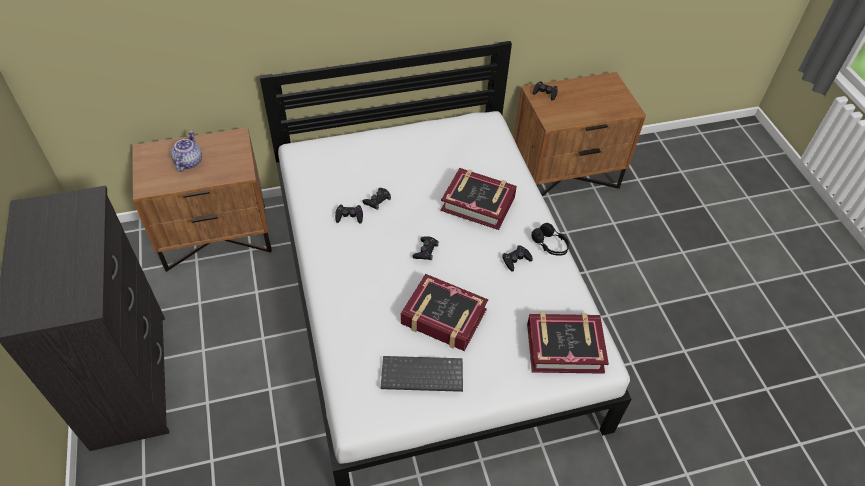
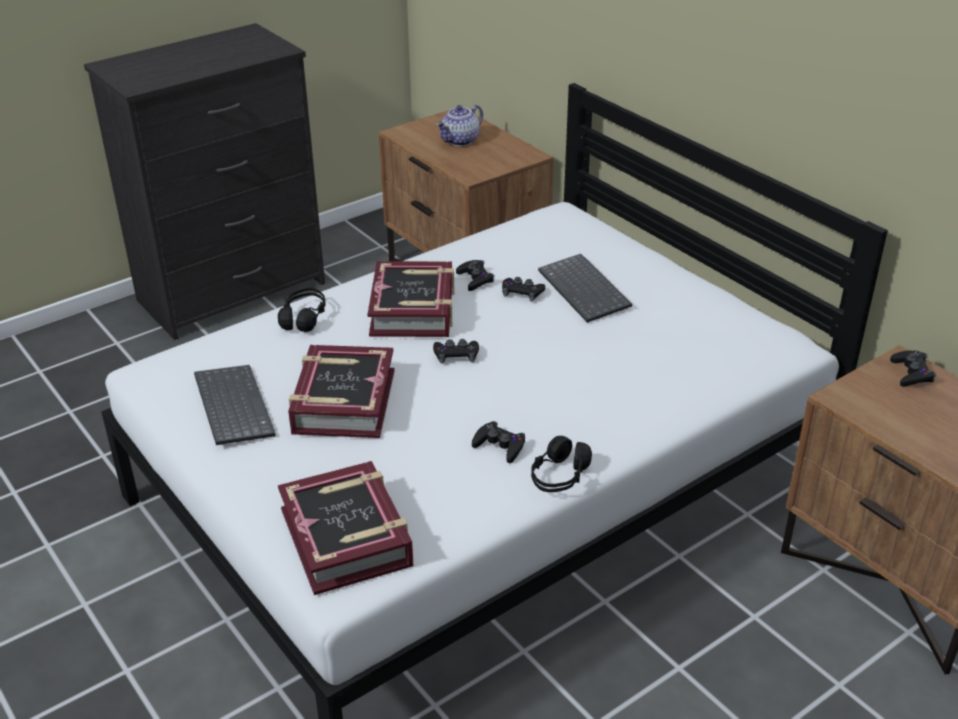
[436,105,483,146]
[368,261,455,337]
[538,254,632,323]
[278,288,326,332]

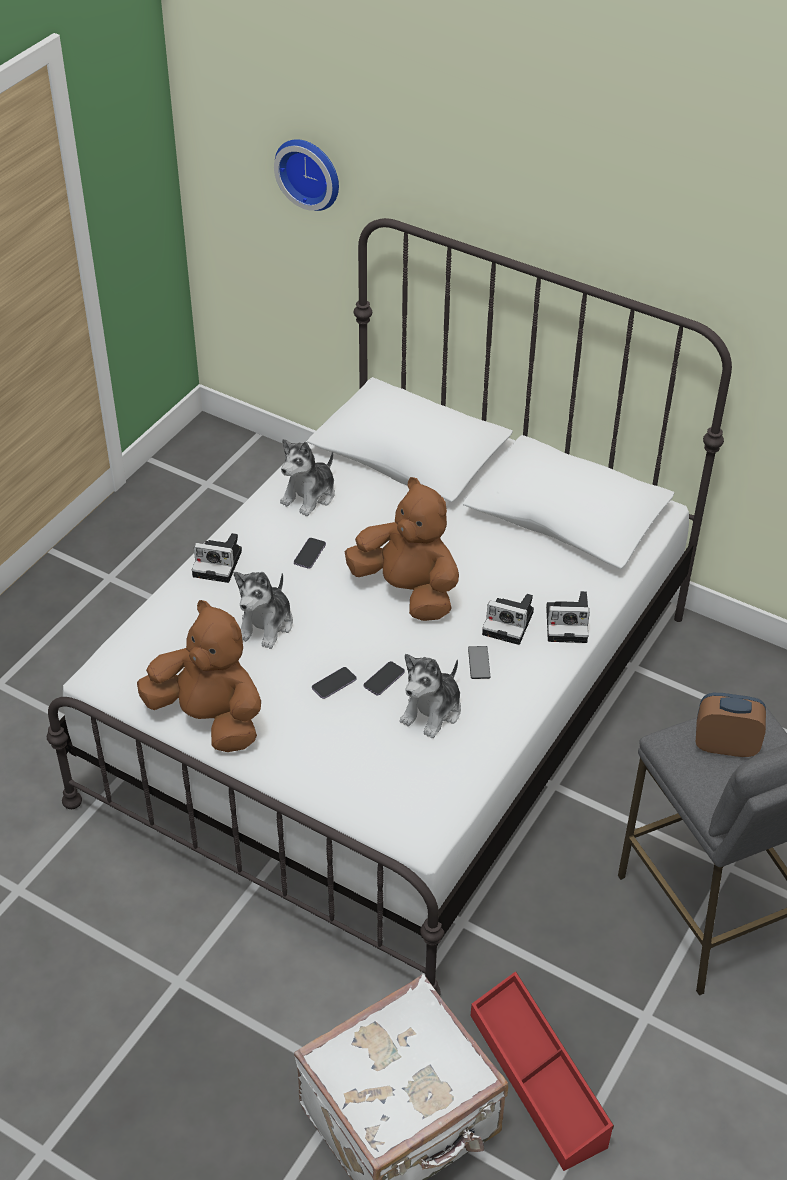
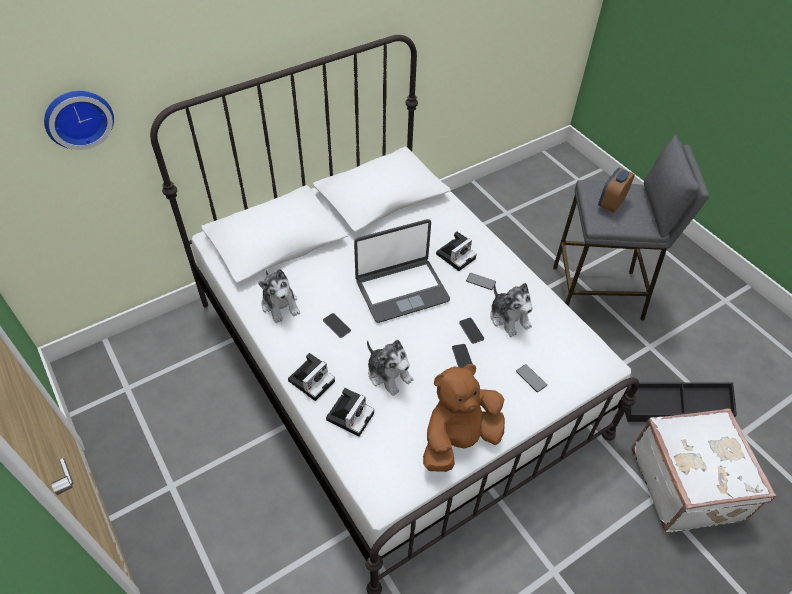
[354,219,450,323]
[326,388,374,437]
[625,382,737,422]
[516,364,547,392]

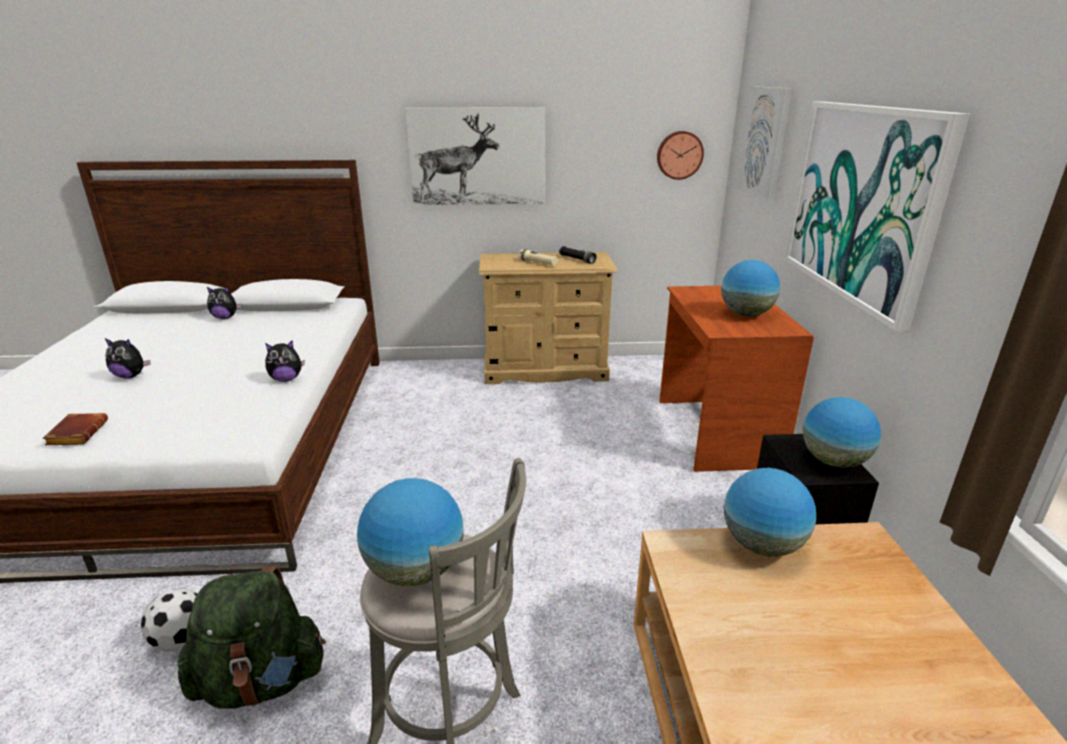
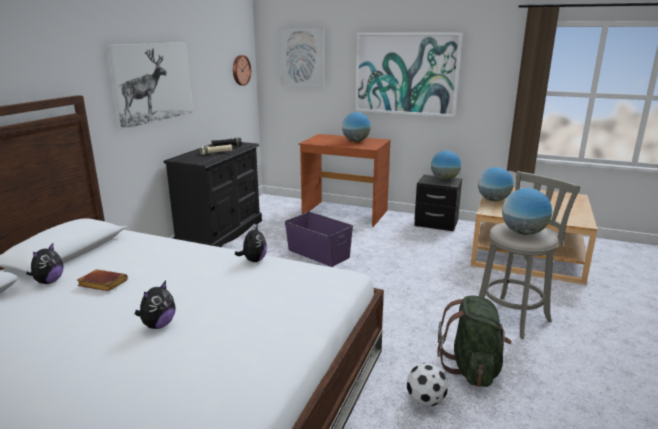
[164,142,262,247]
[77,269,128,291]
[285,212,353,267]

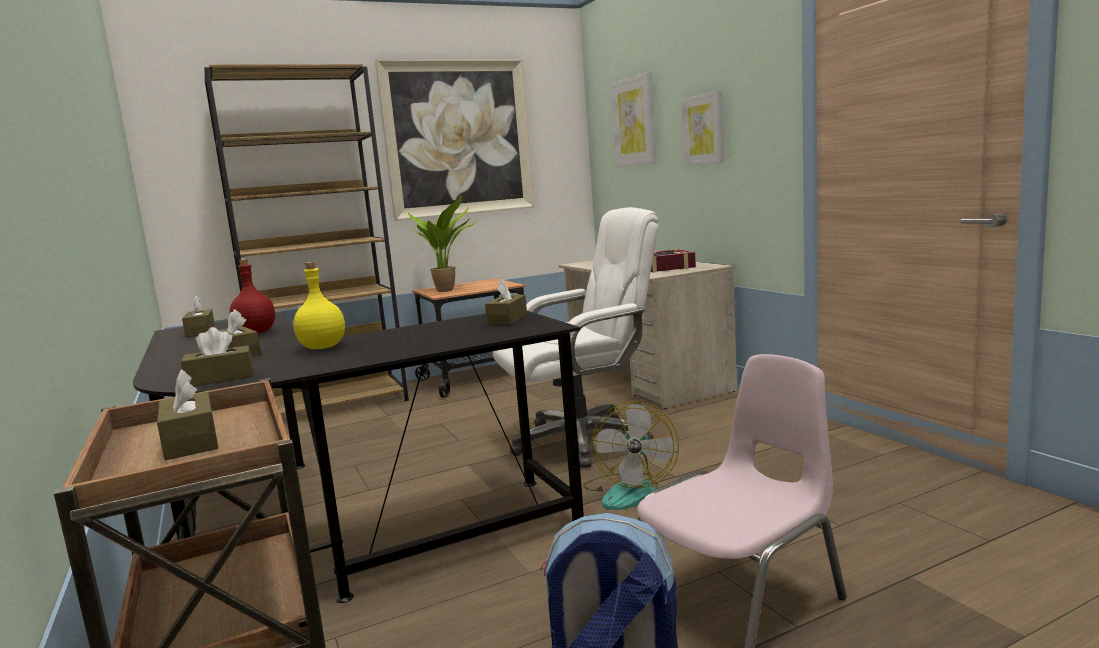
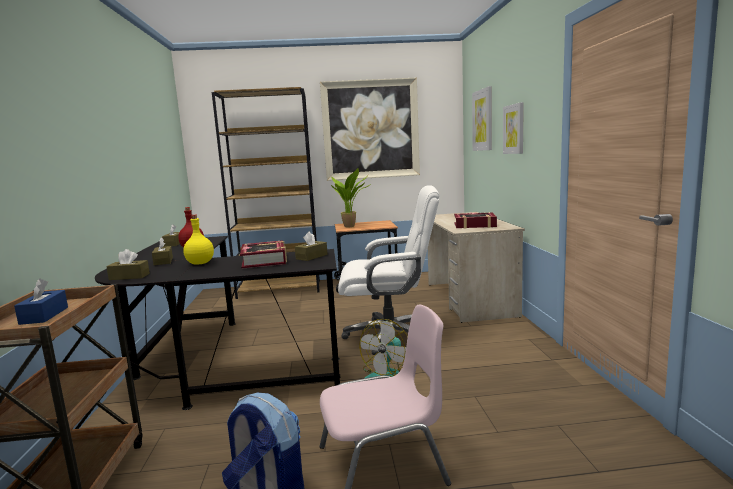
[14,279,68,325]
[240,240,287,269]

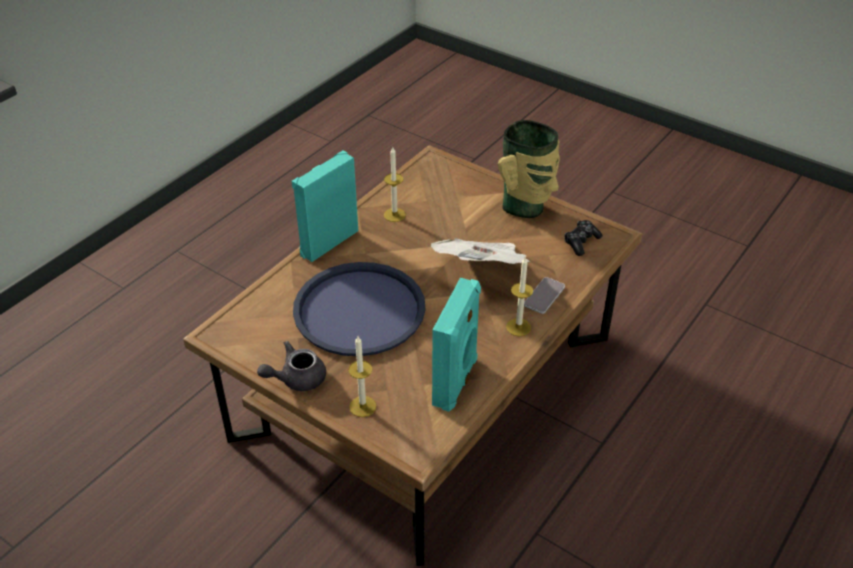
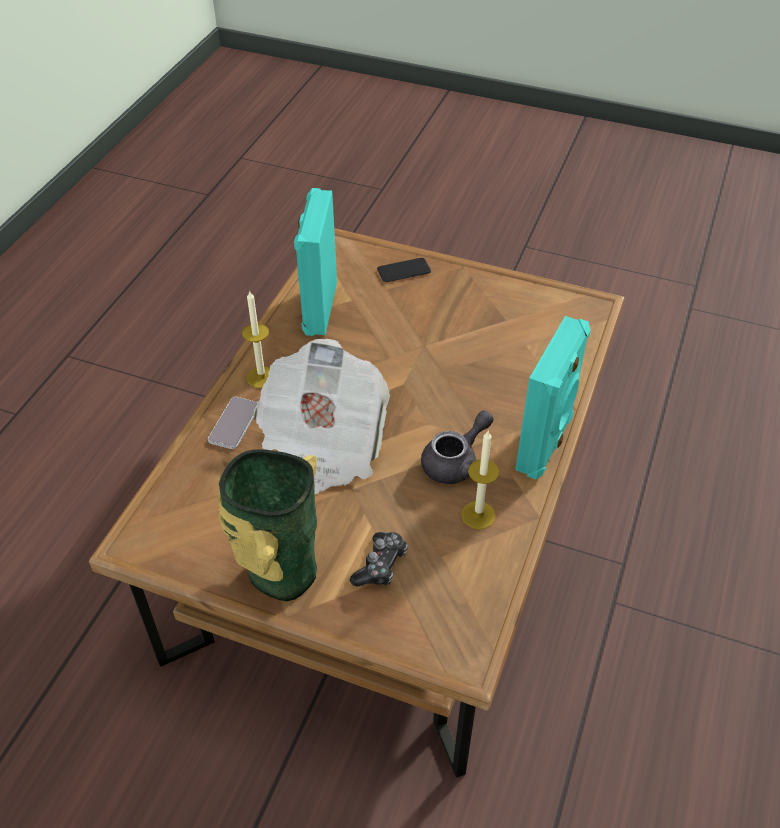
[350,532,408,587]
[293,262,425,356] (first image)
[377,258,431,282]
[421,410,494,484]

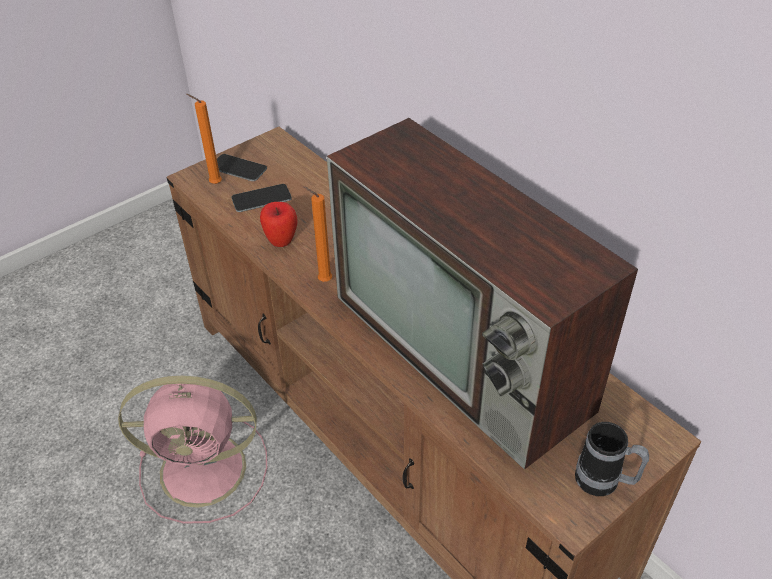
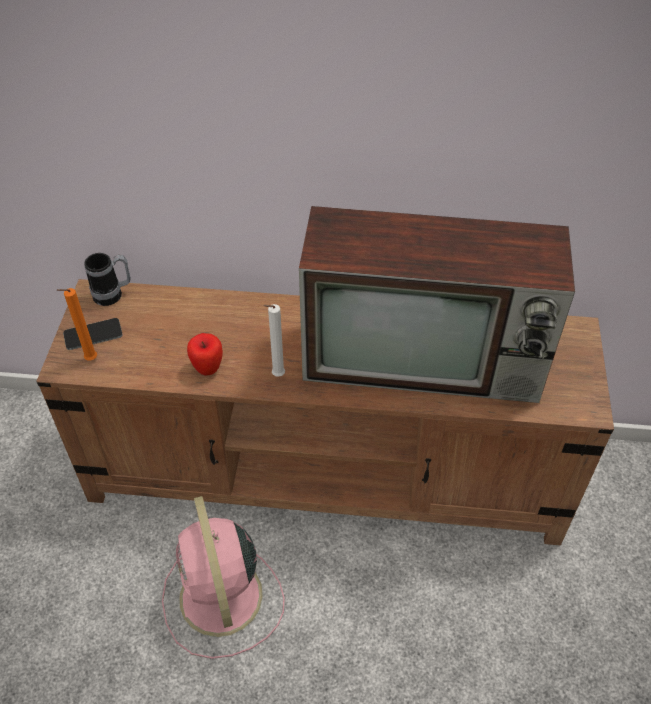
[232,184,292,212] (first image)
[263,304,285,377]
[162,496,285,659]
[84,253,131,306]

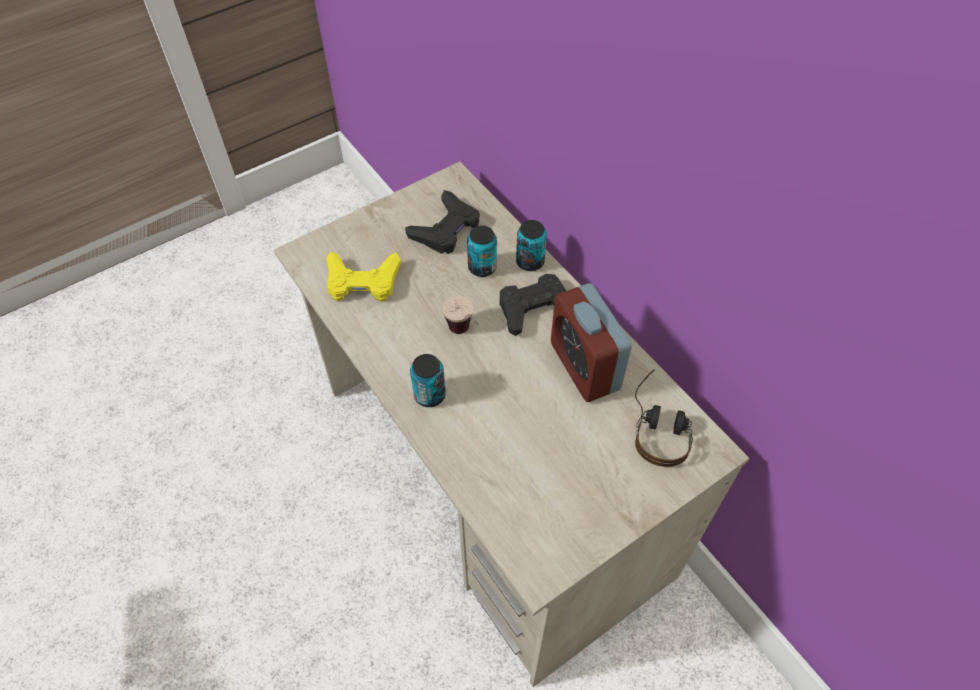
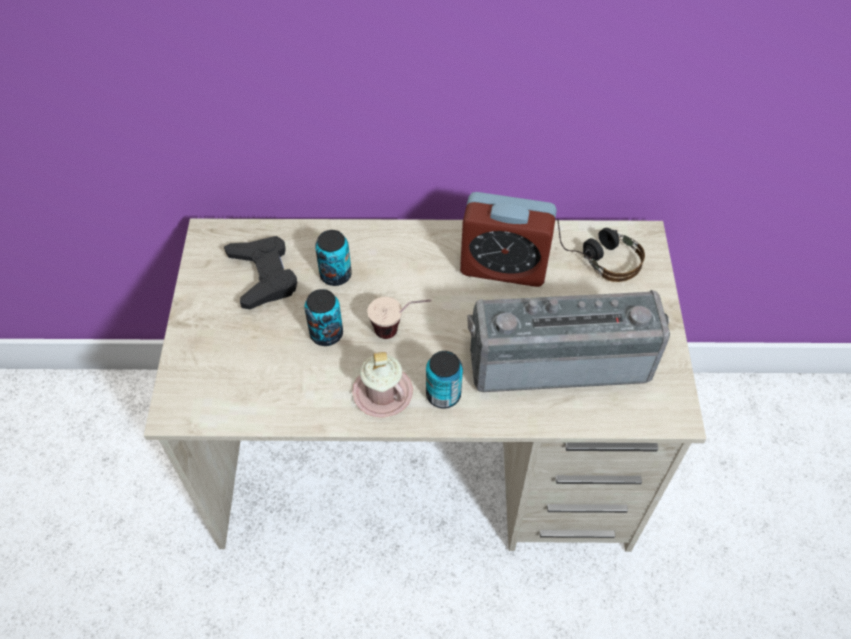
[304,289,343,346]
[326,252,401,302] (first image)
[500,274,566,336] (first image)
[467,290,670,392]
[352,352,413,417]

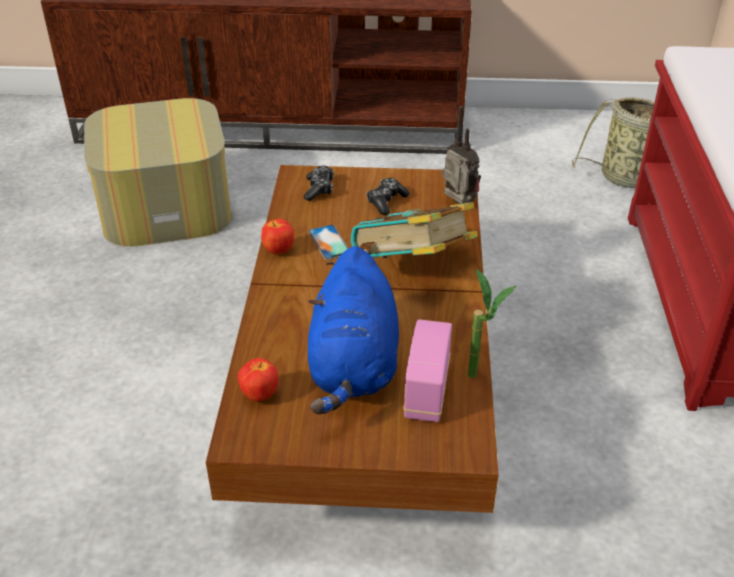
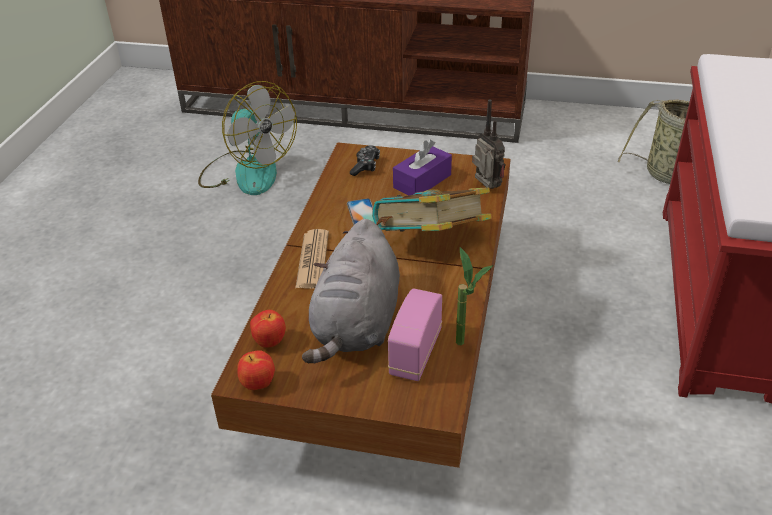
[198,81,297,195]
[393,140,452,195]
[237,350,275,390]
[302,219,400,363]
[295,229,329,288]

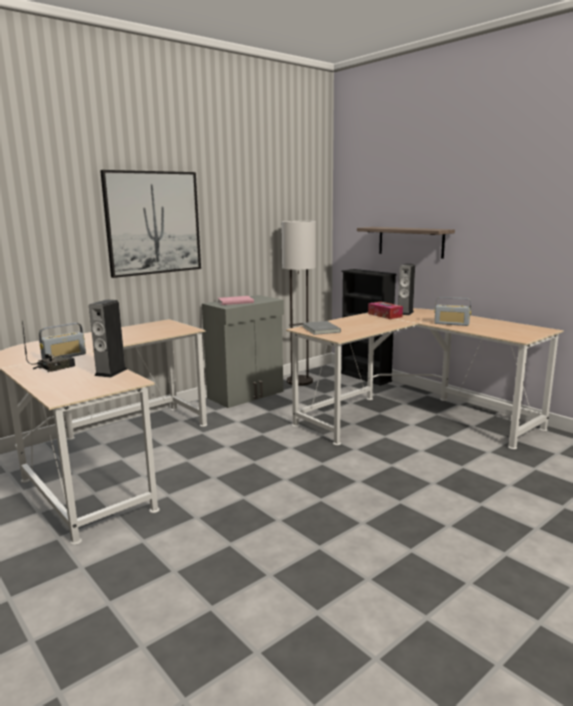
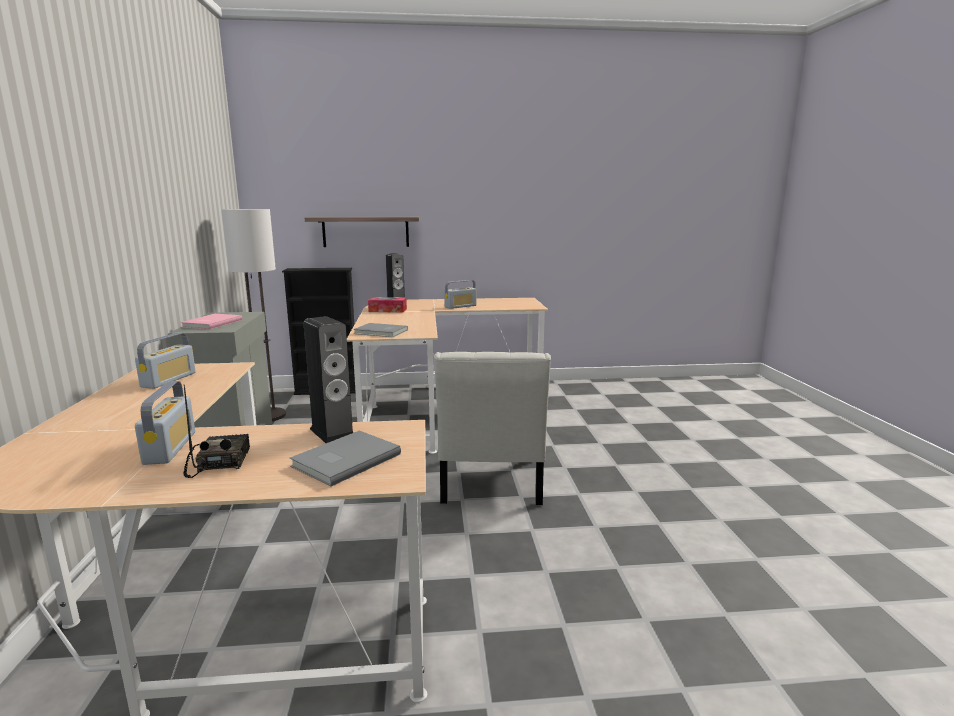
[100,170,201,278] (first image)
[135,333,196,389]
[434,352,551,505]
[290,430,401,487]

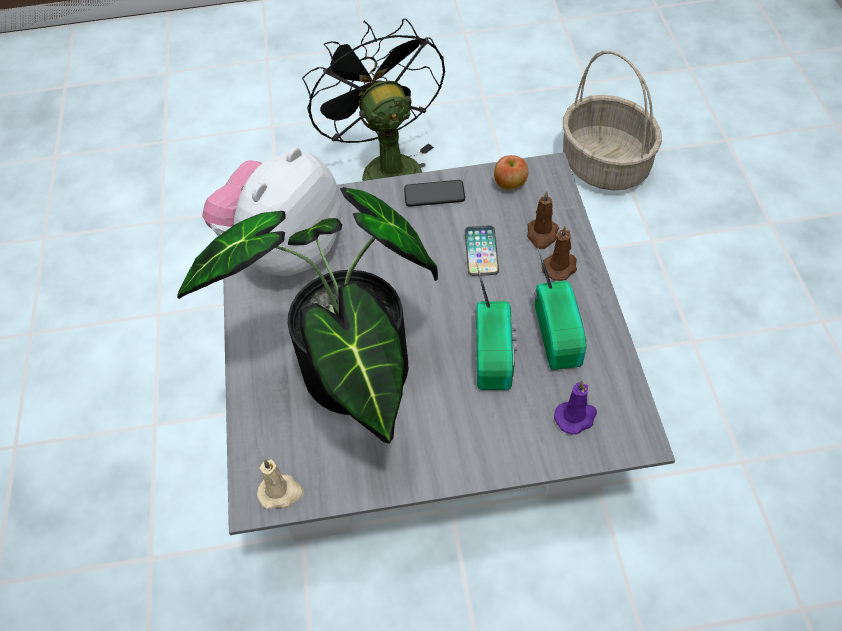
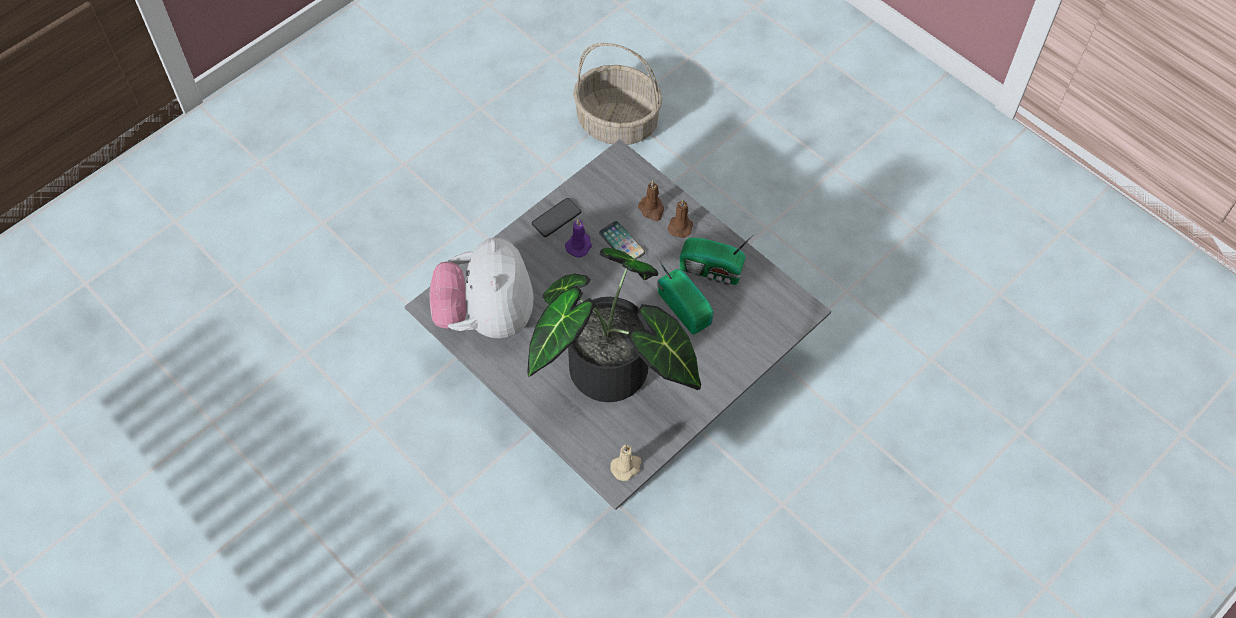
[302,18,445,181] (first image)
[494,155,528,190] (first image)
[679,234,754,285]
[565,219,592,257]

